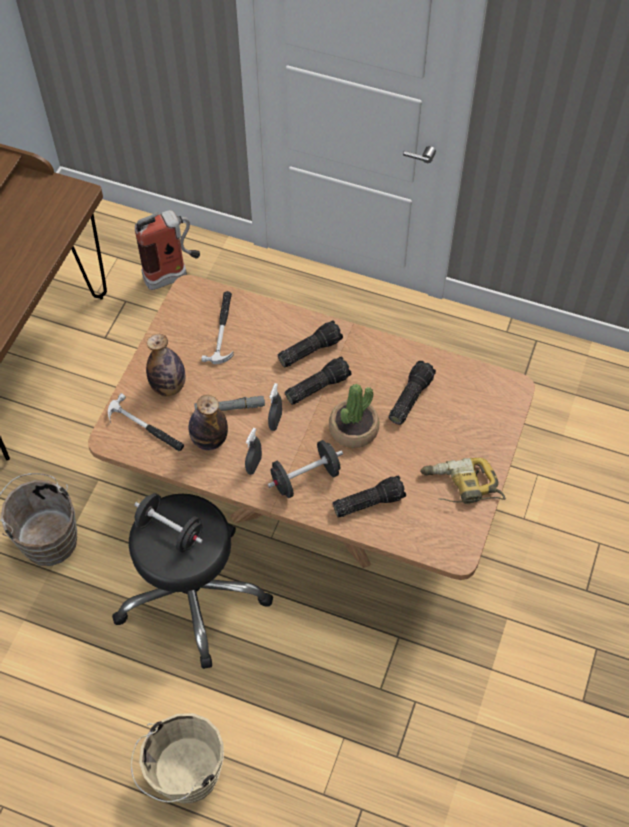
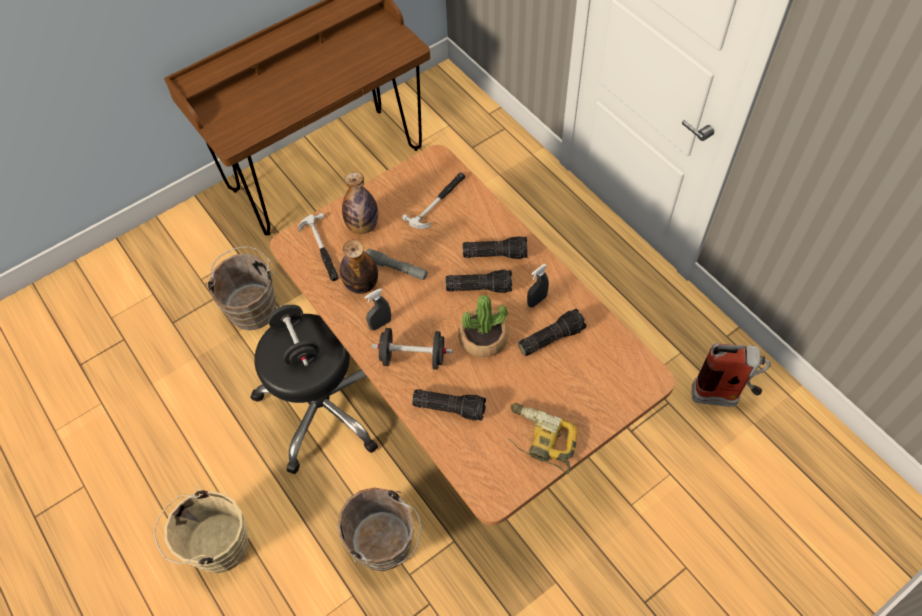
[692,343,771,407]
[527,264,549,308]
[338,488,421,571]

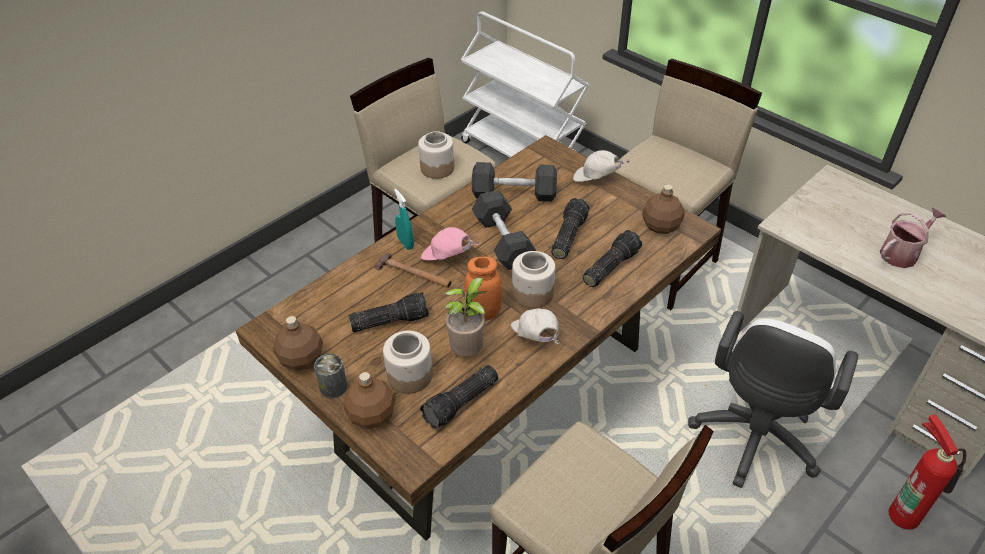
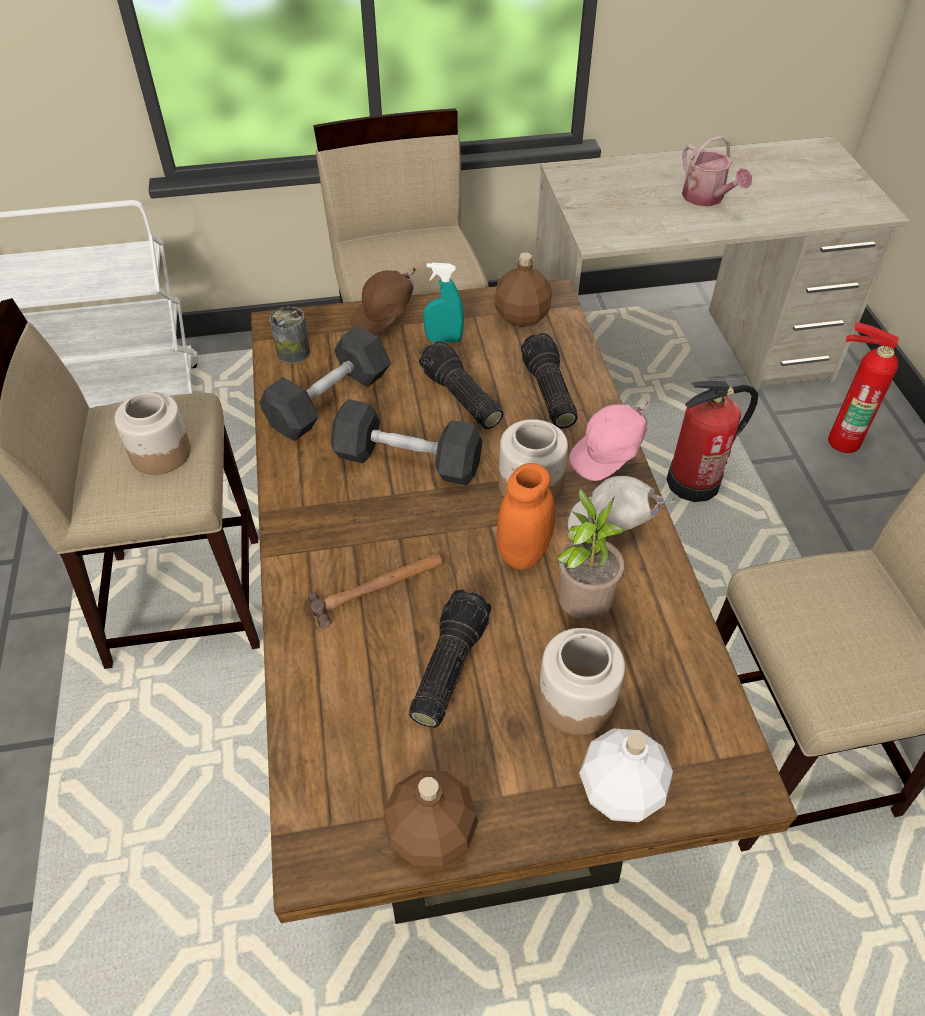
[351,267,416,335]
[423,263,464,343]
[682,136,752,207]
[569,400,649,481]
[666,381,758,502]
[270,307,310,364]
[420,365,498,429] (first image)
[579,728,673,822]

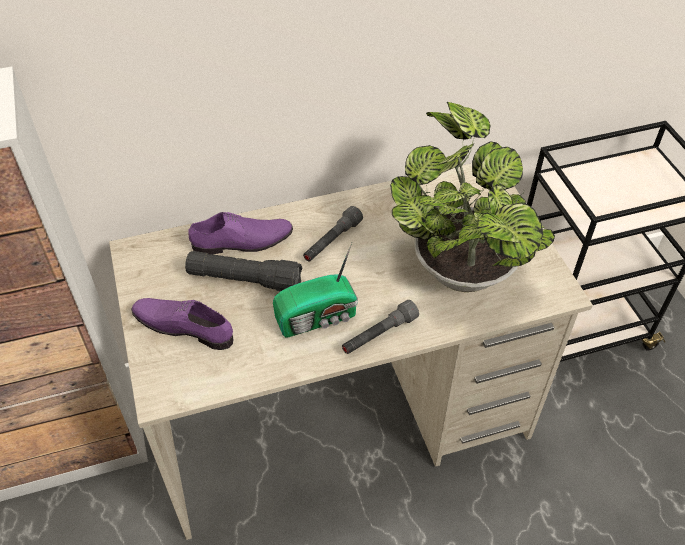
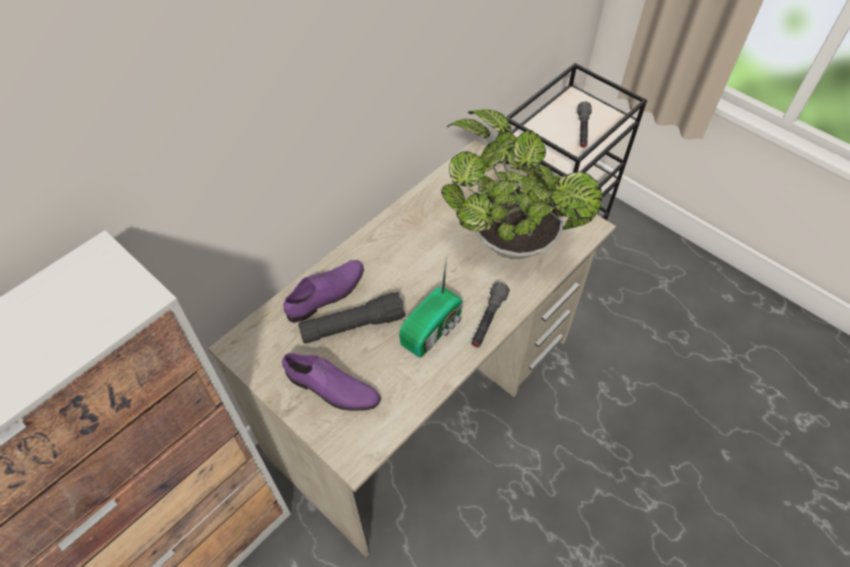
[577,101,592,148]
[282,353,381,411]

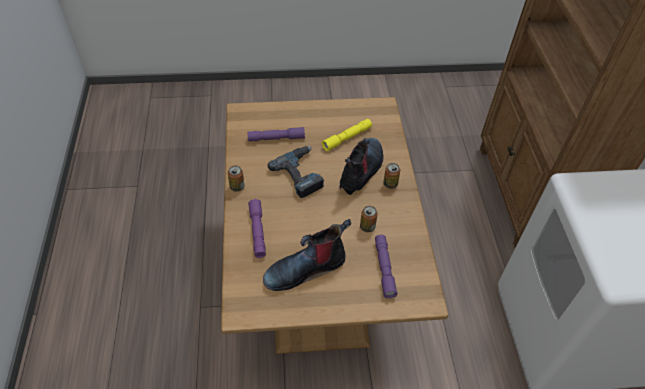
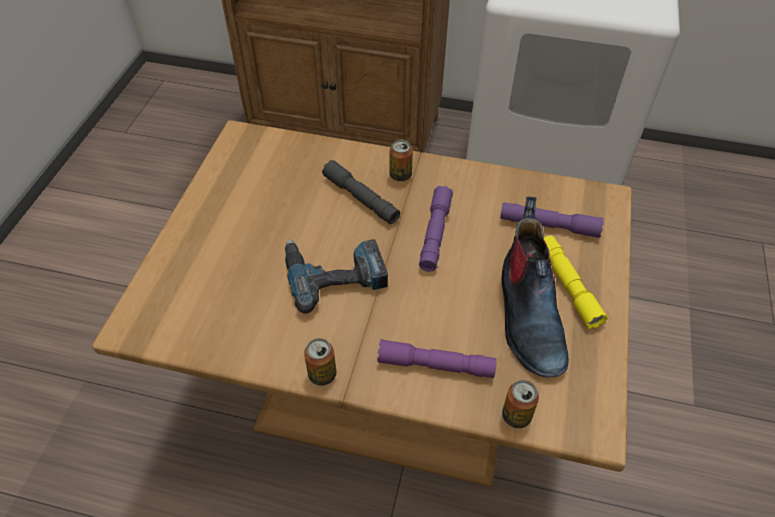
[544,236,608,329]
[419,186,453,271]
[322,160,400,224]
[502,380,539,428]

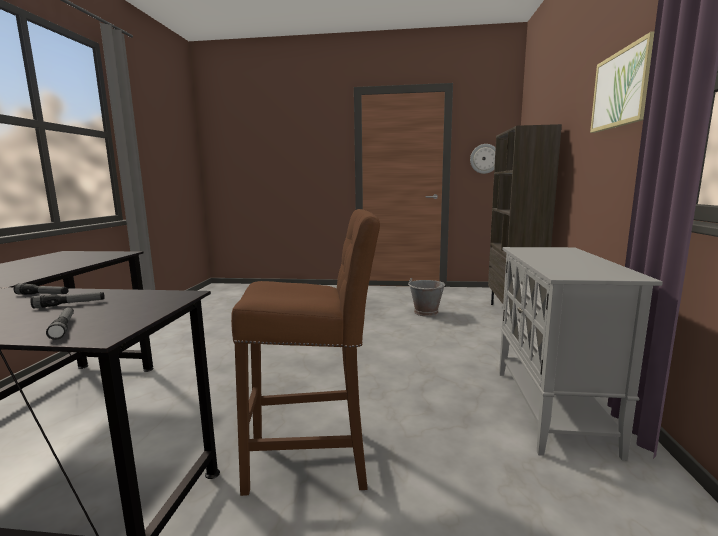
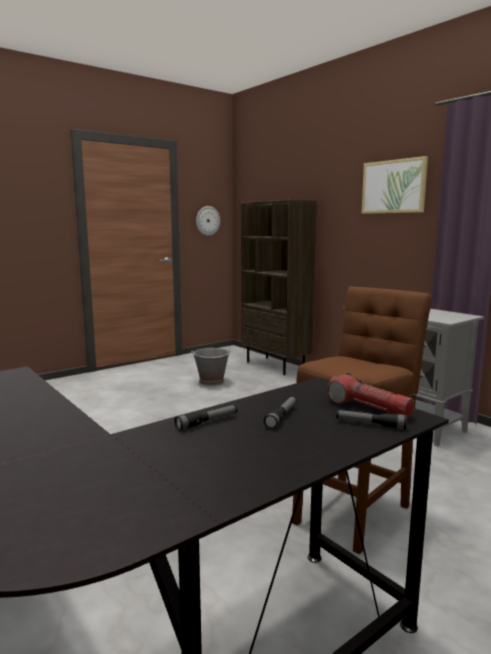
[327,373,414,419]

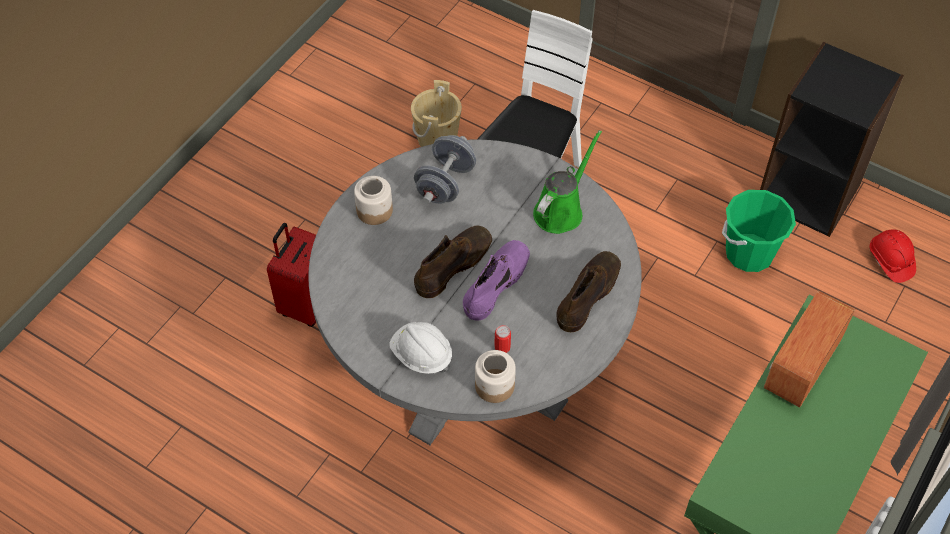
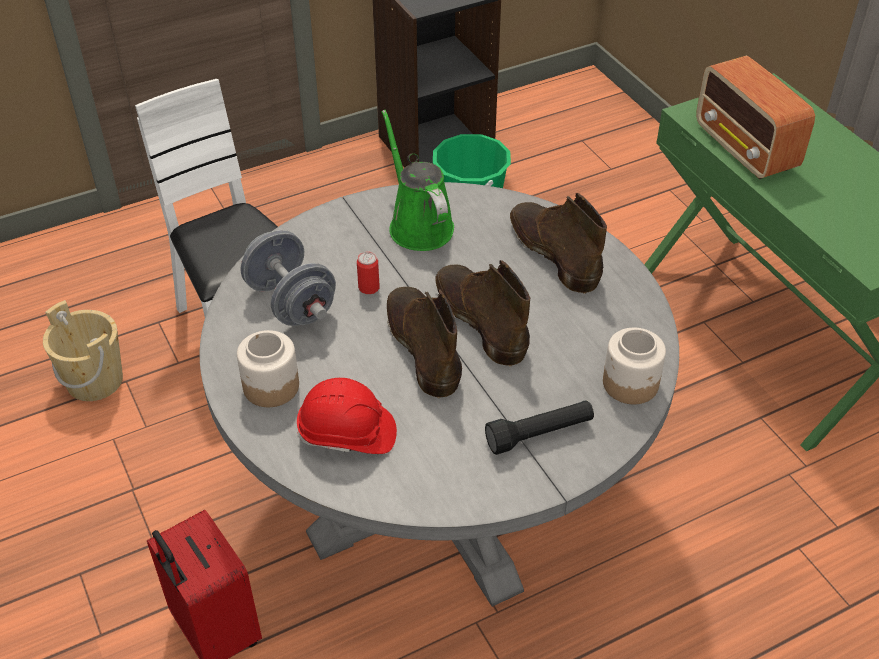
[297,378,397,454]
[435,260,530,367]
[485,400,594,455]
[357,252,380,294]

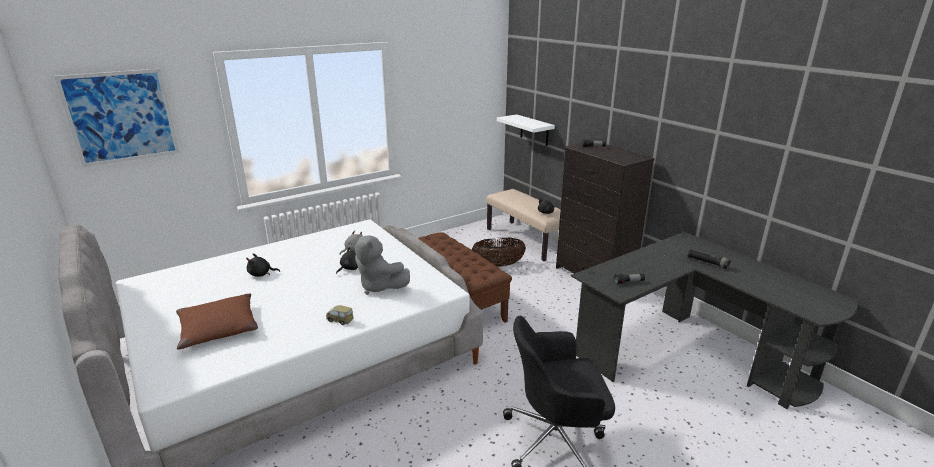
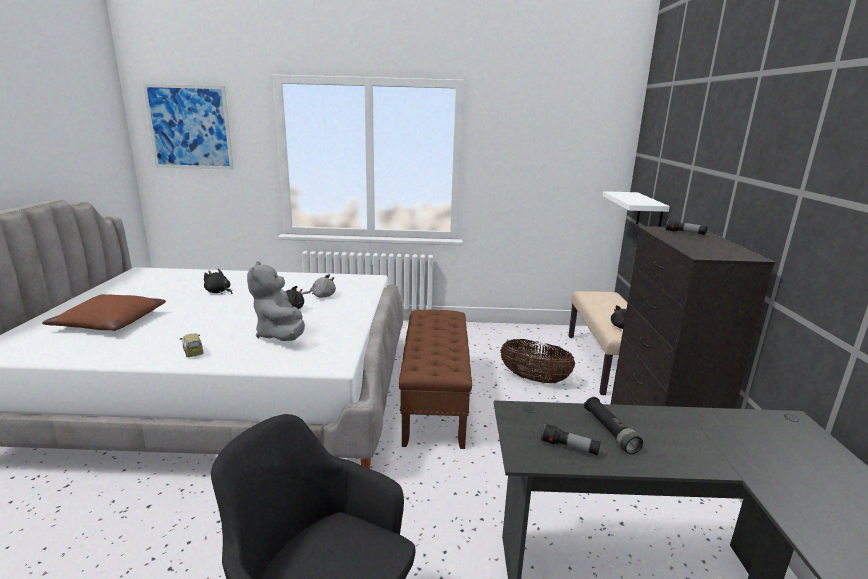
[584,397,643,454]

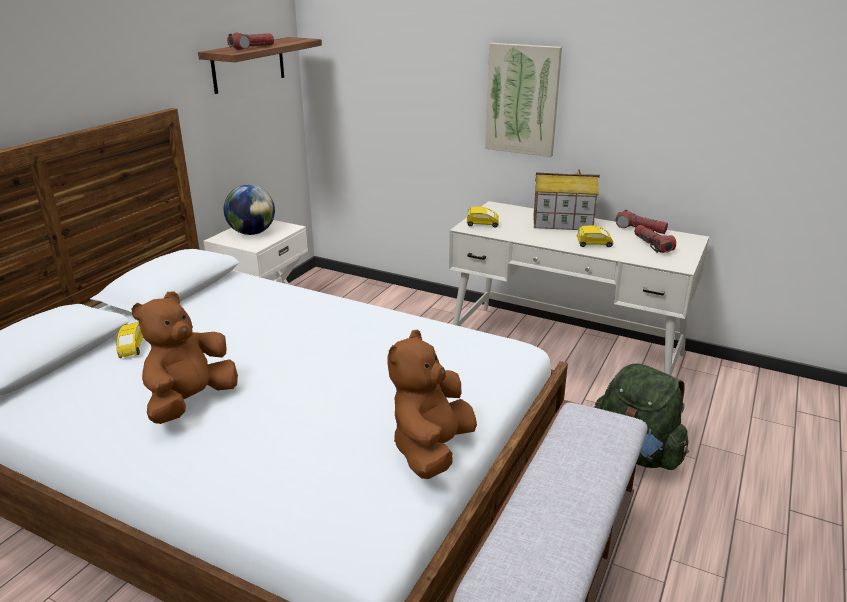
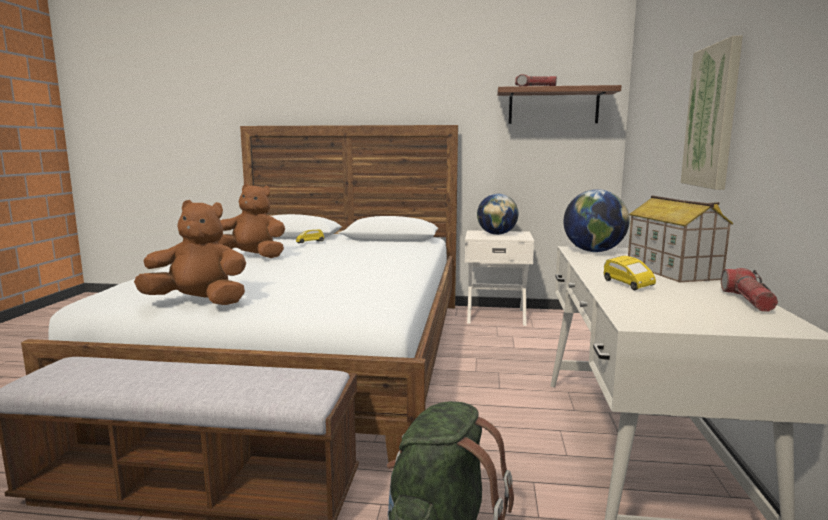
[564,189,630,252]
[634,225,676,253] (first image)

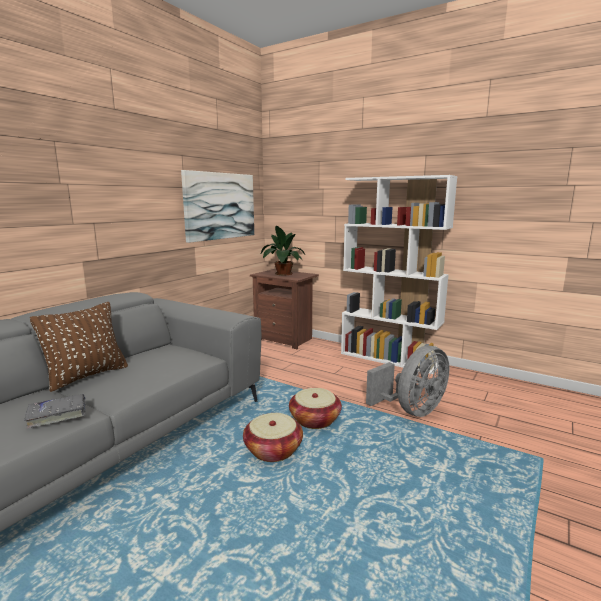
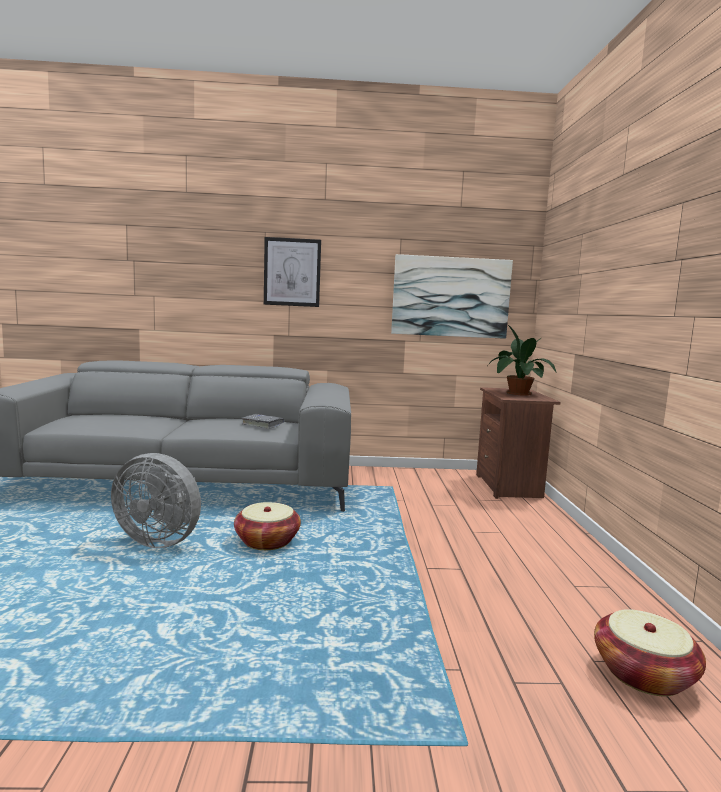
[341,175,457,374] (first image)
[30,302,128,392] (first image)
[111,453,201,548]
[594,609,706,696]
[242,414,284,429]
[264,237,321,307]

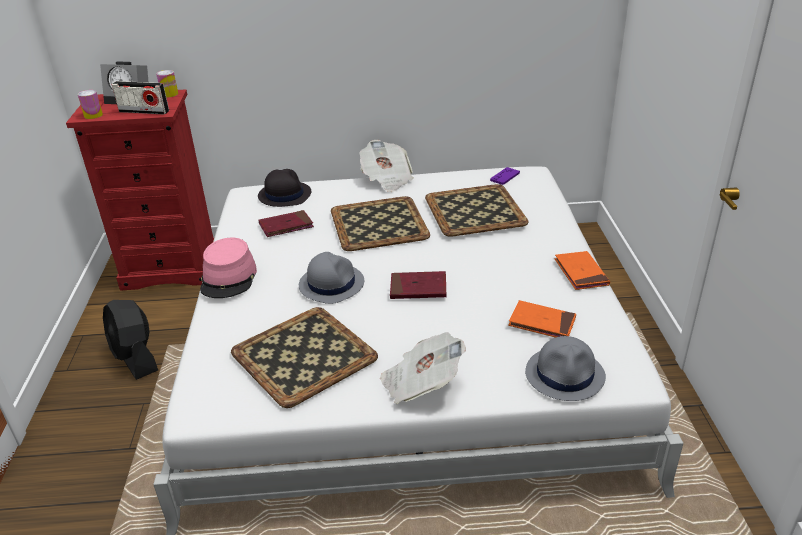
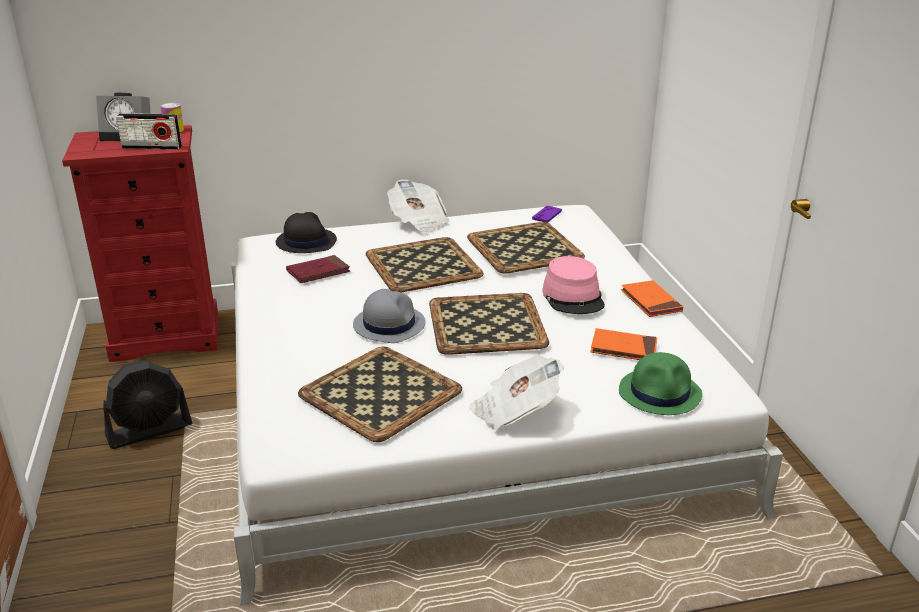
[78,90,103,119] (first image)
[543,256,605,314]
[429,293,549,355]
[103,360,193,449]
[619,352,702,415]

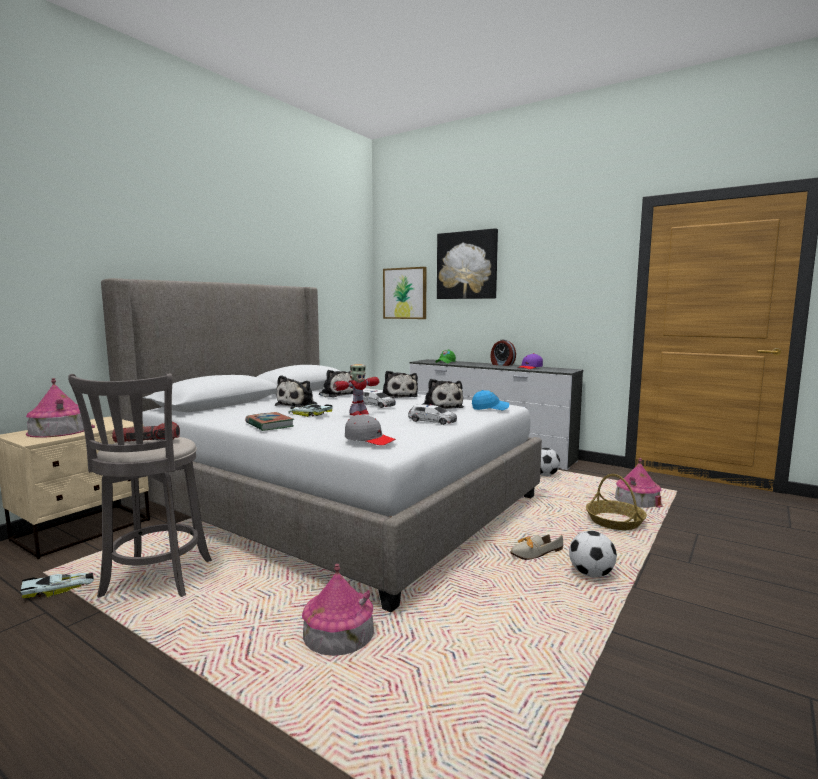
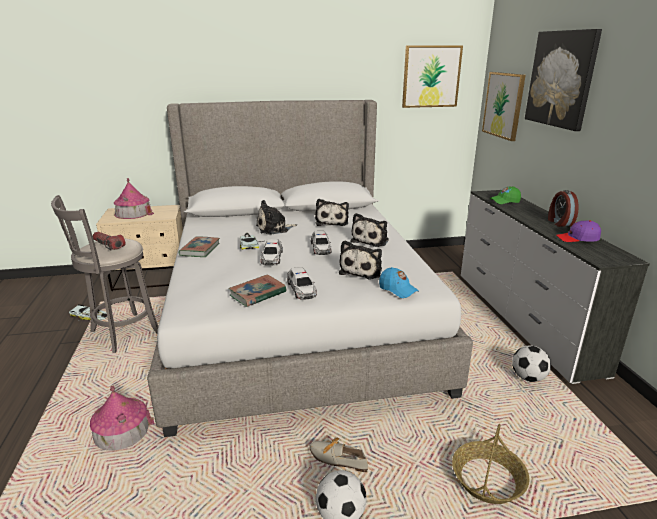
[260,239,283,266]
[345,414,396,445] (first image)
[615,458,663,508] (first image)
[402,45,463,108]
[228,274,286,307]

